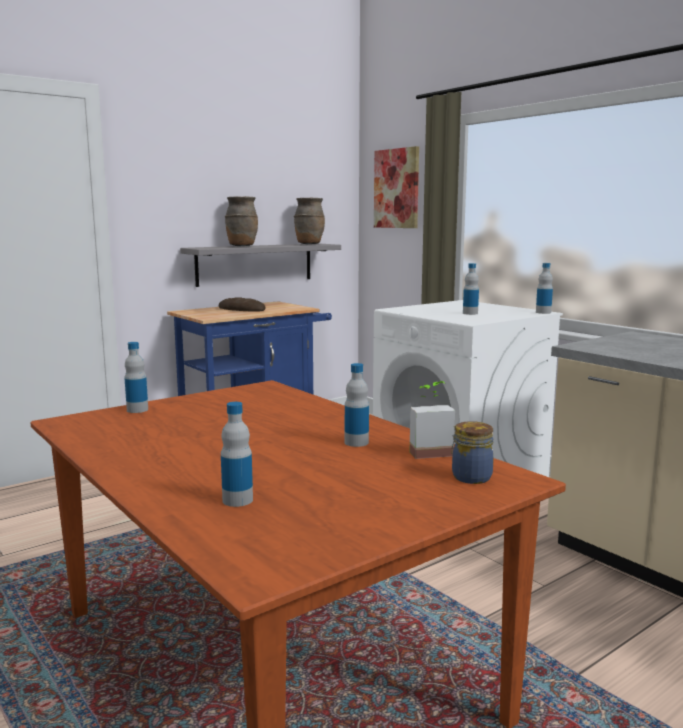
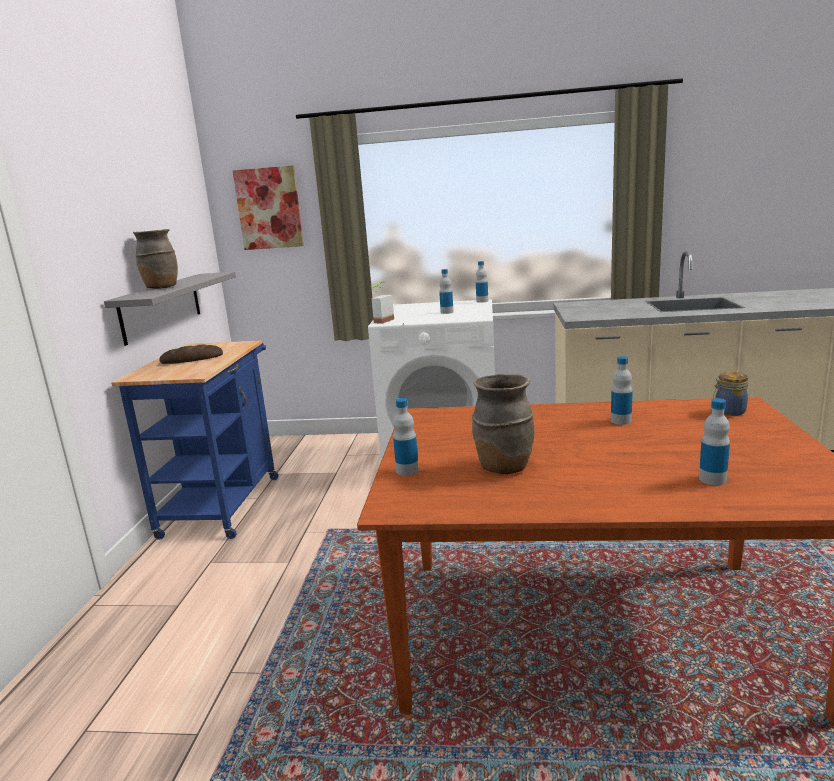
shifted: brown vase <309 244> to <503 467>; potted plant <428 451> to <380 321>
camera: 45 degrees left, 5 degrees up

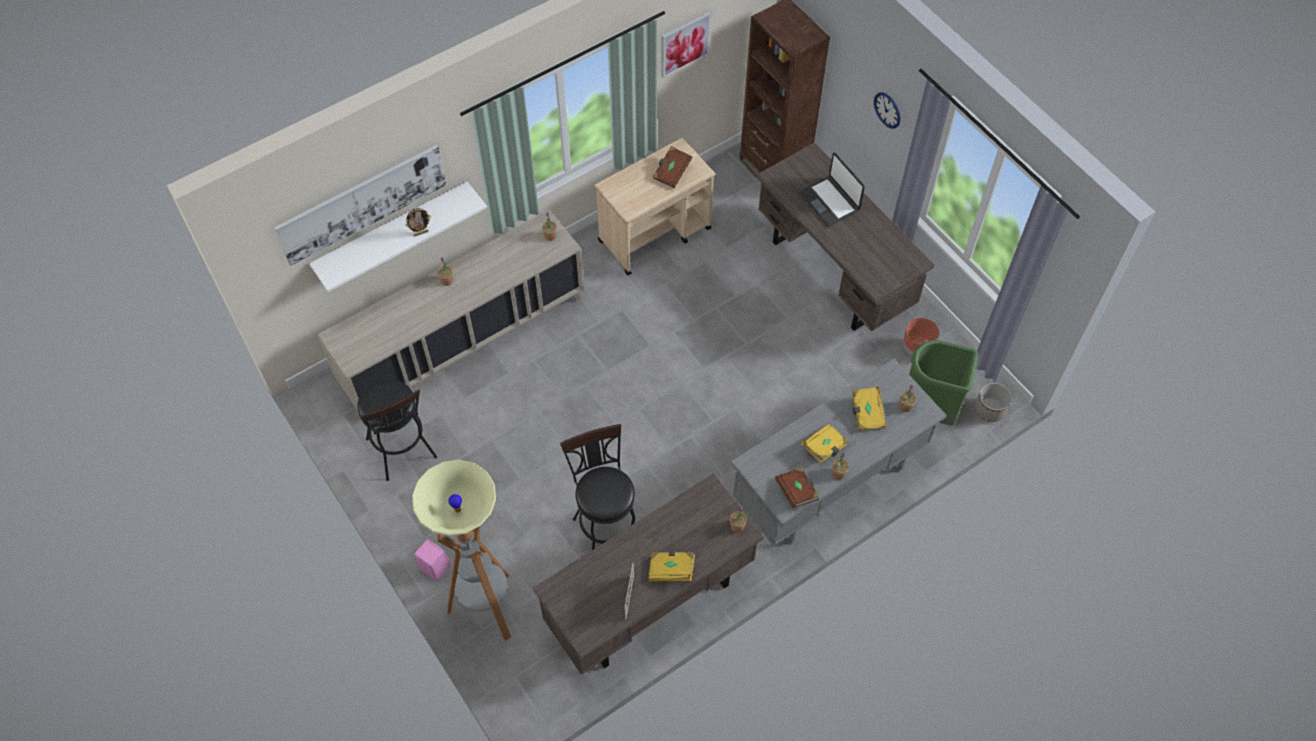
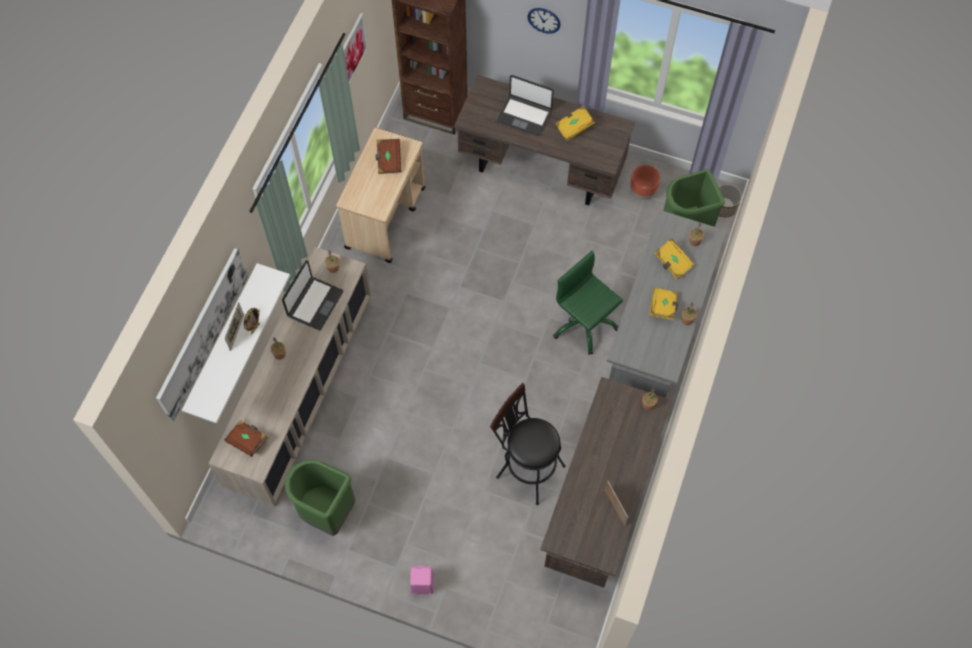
gone: floor lamp <487 607>
new: picture frame <237 332>; laptop <314 303>; green office chair <583 324>
shifted: yellow book <671 569> to <574 127>; brown book <797 491> to <247 440>
swapped: black stool <404 453> to green trash can <326 512>
camera: 35 degrees left, 5 degrees up

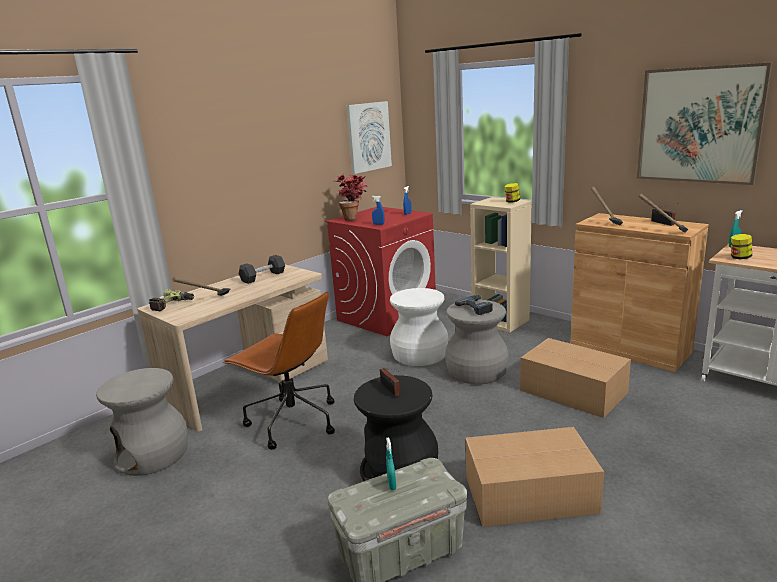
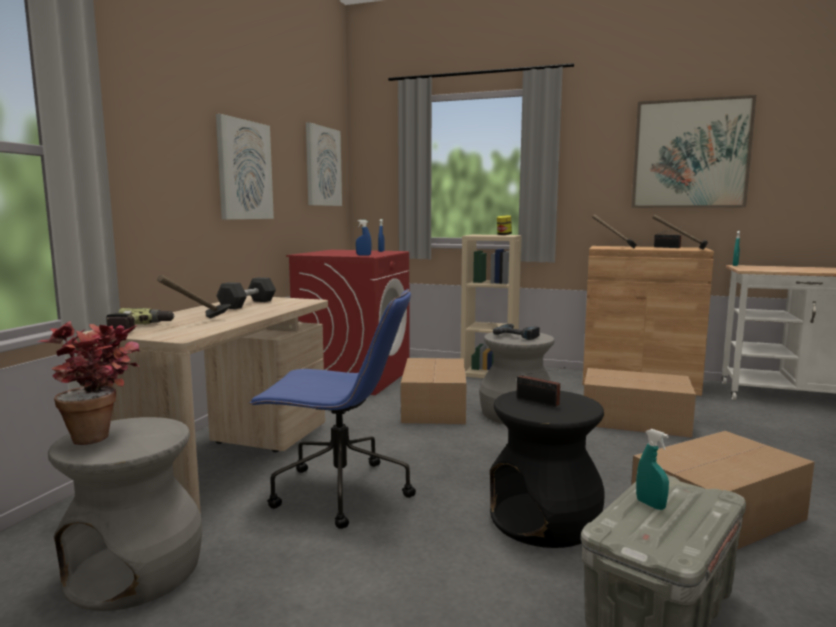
gone: jar <739 258>
new: picture <244 170>
shifted: potted plant <354 218> to <103 435>
swapped: white stool <419 355> to cardboard box <433 407>
repainted: brown office chair <291 421> to blue office chair <338 492>
camera: 25 degrees left, 10 degrees down

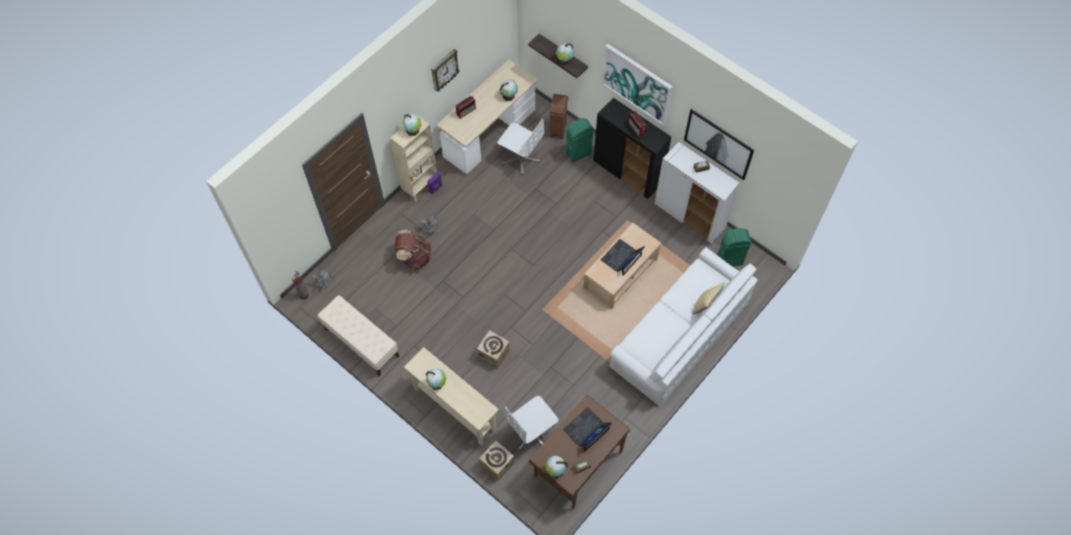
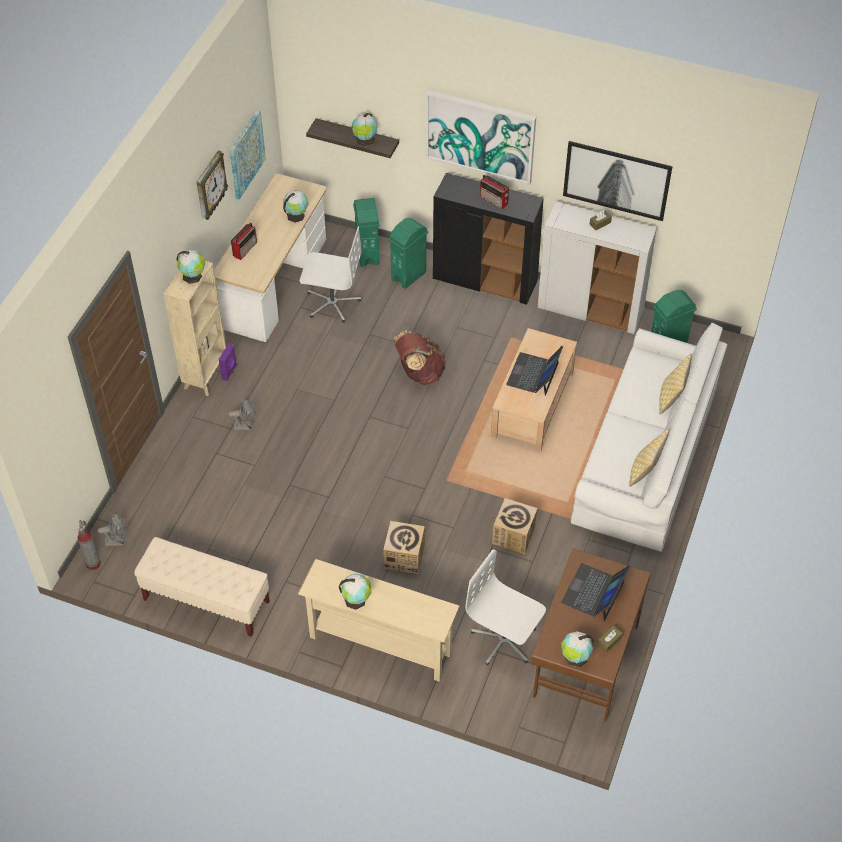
new: picture <246 154>; pillow <645 471>
shifted: brown backpack <414 257> to <419 372>; cardboard box <497 464> to <513 535>
repainted: brown trash can <558 129> to green trash can <368 254>
rotated: white office chair <532 432> = <504 640> 90 degrees clockwise
camera: 20 degrees left, 10 degrees down

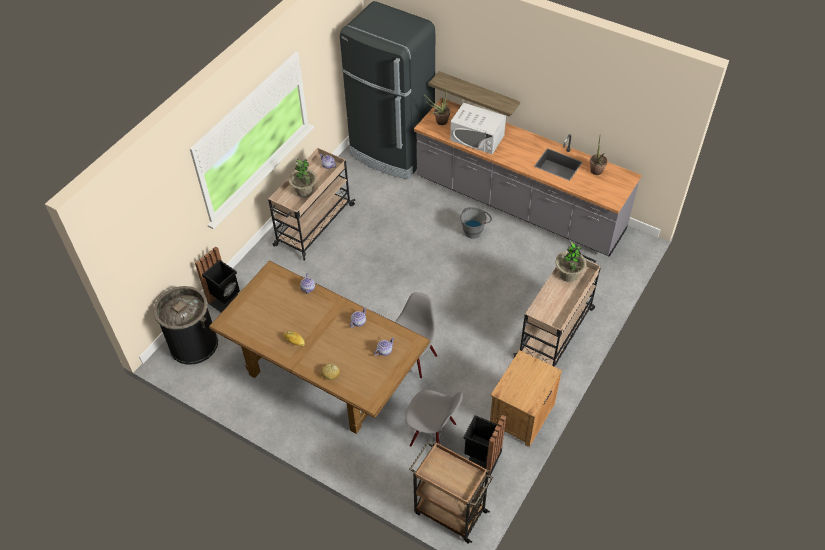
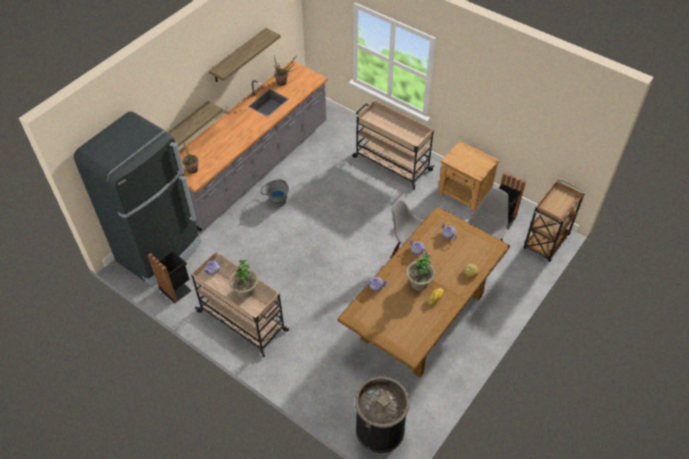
gone: white microwave <477 138>
new: shelf <238 56>
shifted: black trash can <226 300> to <176 288>; potted plant <568 275> to <419 283>
camera: 85 degrees left, 0 degrees up

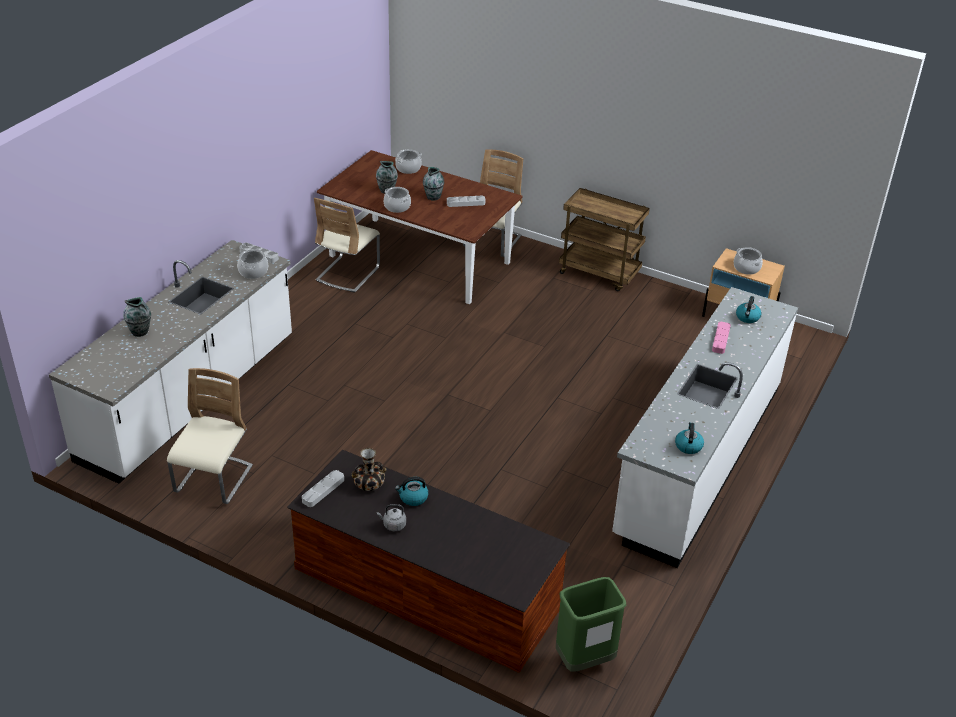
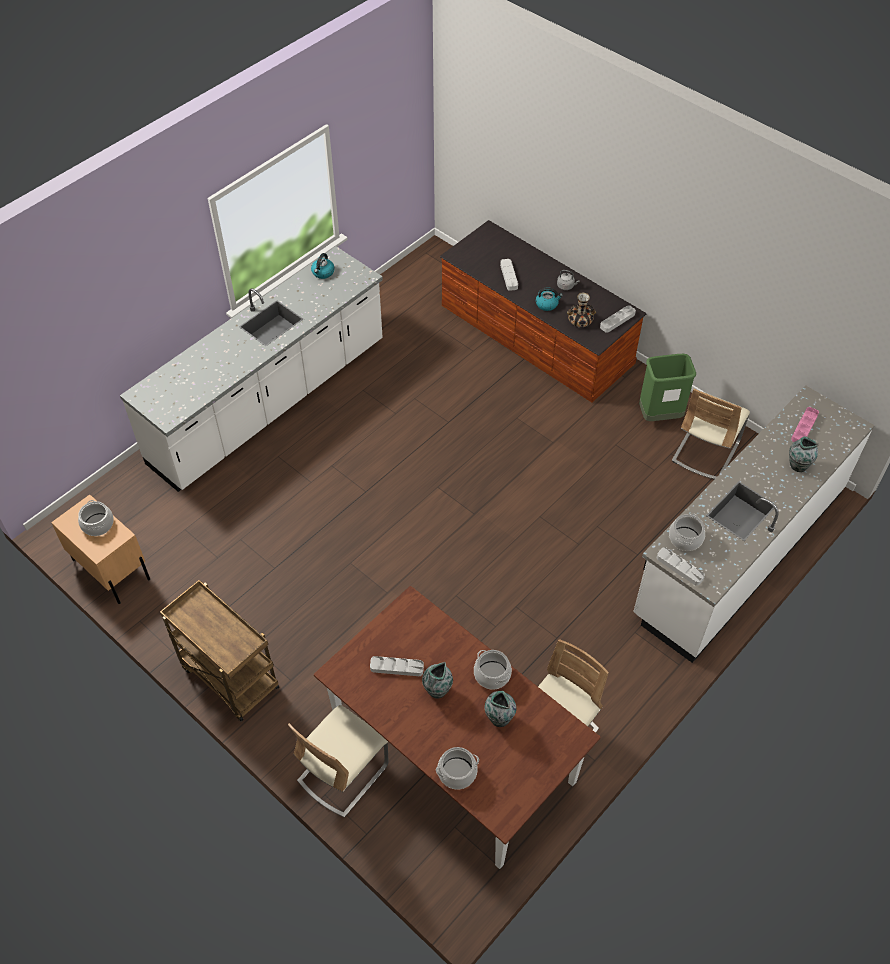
gone: kettle <747 317>
new: grey tray <509 276>
shifted: green trash can <584 660> to <660 415>; pink tray <720 339> to <804 427>
camera: 165 degrees left, 15 degrees up

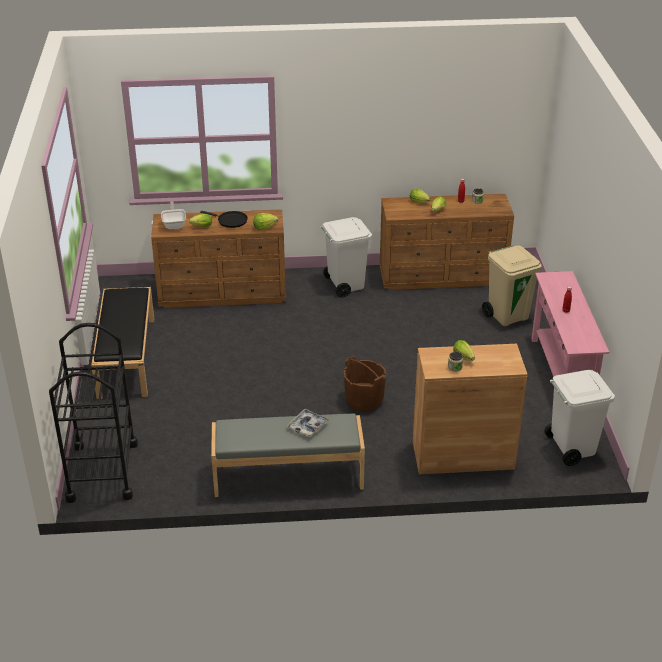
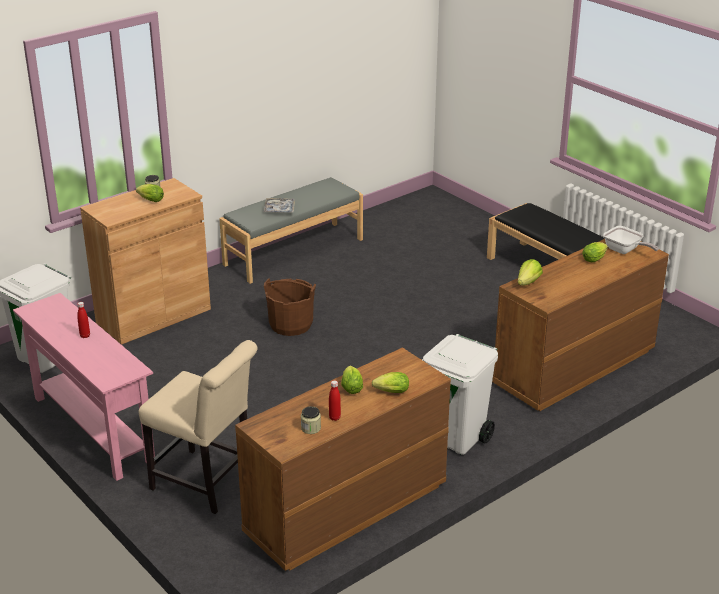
gone: black cart <102 471>; black frying pan <230 221>
swapped: beige trash can <508 316> to beige chair <207 483>
camera: 145 degrees right, 5 degrees down

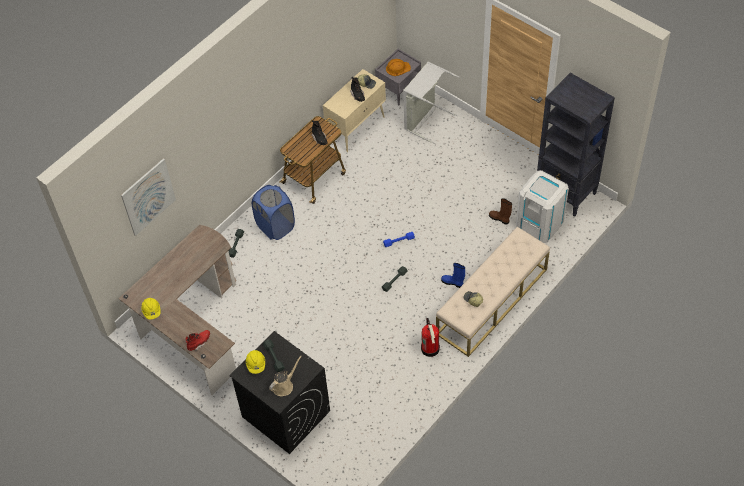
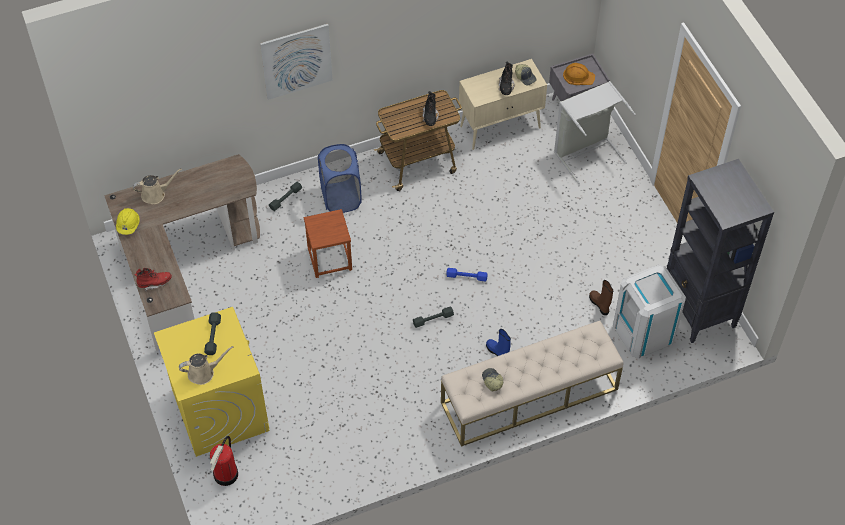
gone: yellow hard hat <256 364>
new: beige watering can <155 194>; brown stool <330 259>
shifted: picture <148 197> to <296 61>; fire extinguisher <430 348> to <226 475>
repainted: black washing machine <285 413> to yellow washing machine <220 410>
camera: 25 degrees right, 0 degrees up

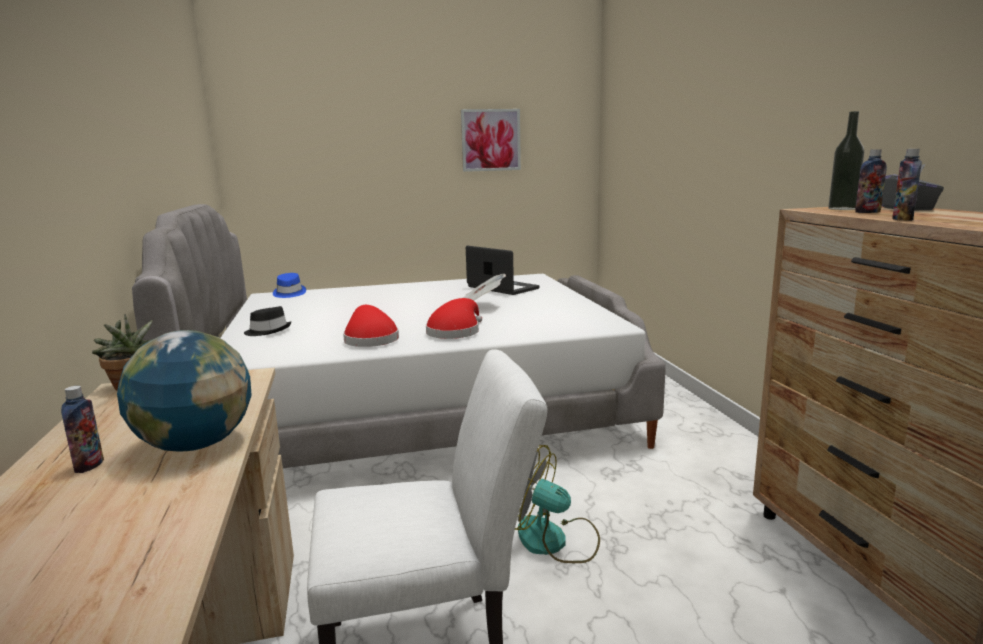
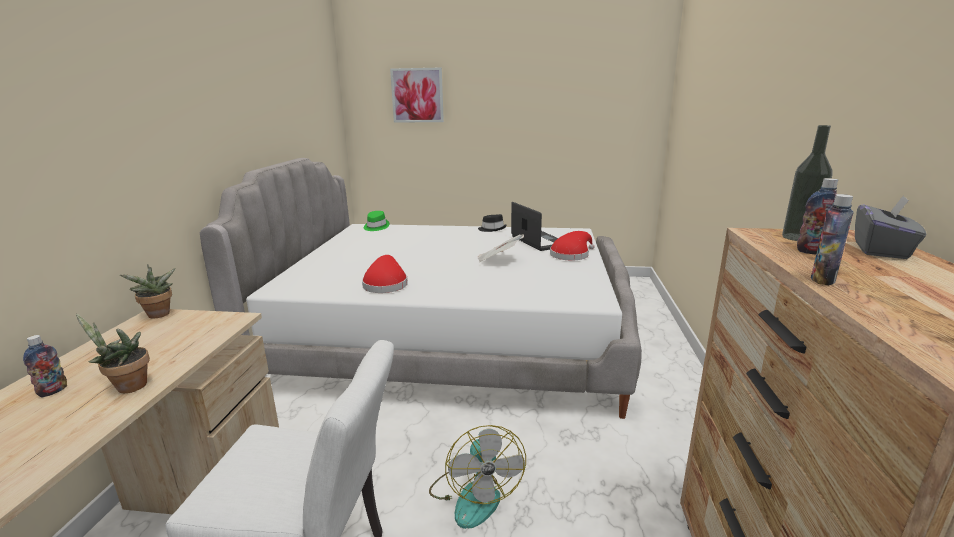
shifted: black hat <268 331> to <492 229>; red hat <455 332> to <571 255>; picture <490 140> to <417 95>
swapped: globe <196 445> to potted plant <127 387>
repainted: blue hat <289 293> to green hat <375 227>
rotated: fan <553 541> = <474 494> 150 degrees counterclockwise
camera: 20 degrees right, 5 degrees up

